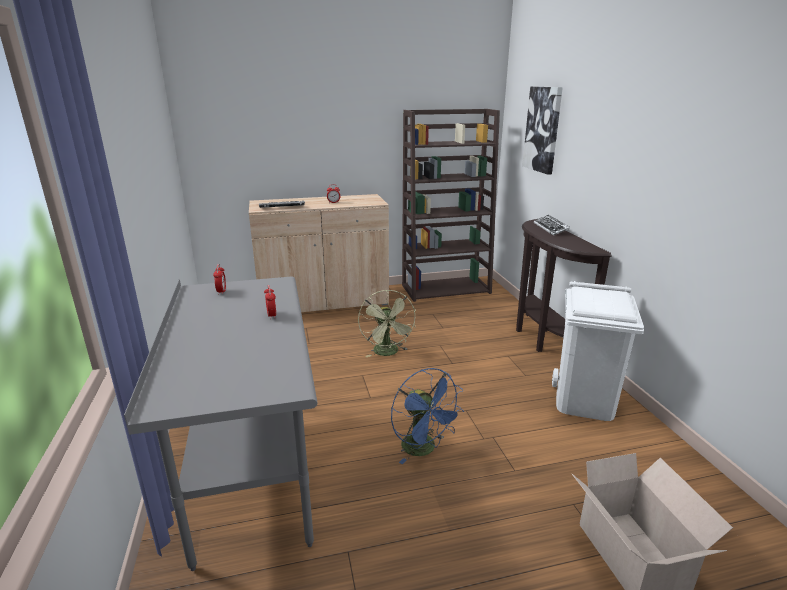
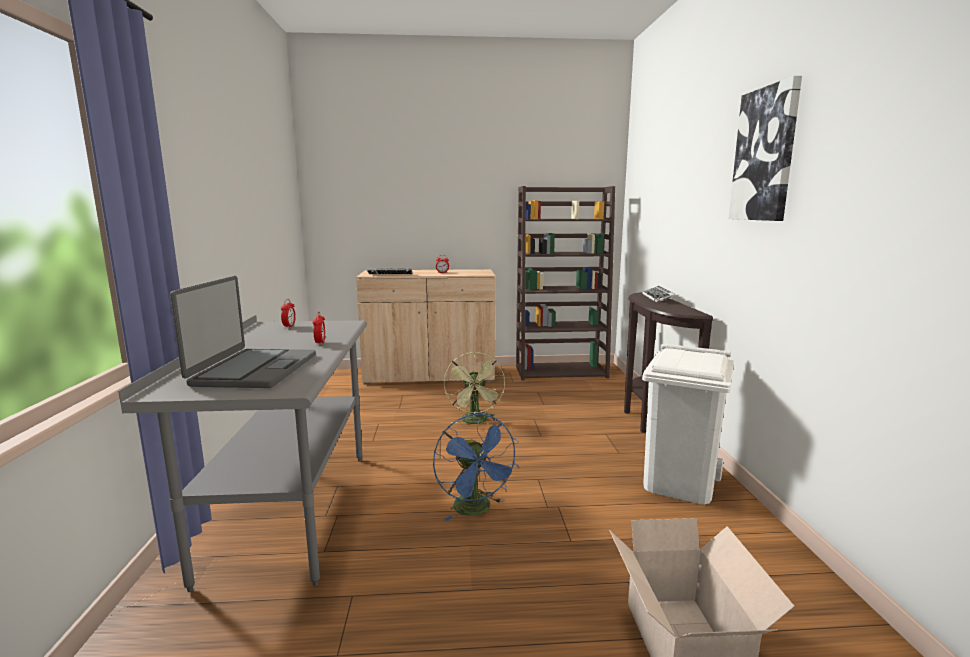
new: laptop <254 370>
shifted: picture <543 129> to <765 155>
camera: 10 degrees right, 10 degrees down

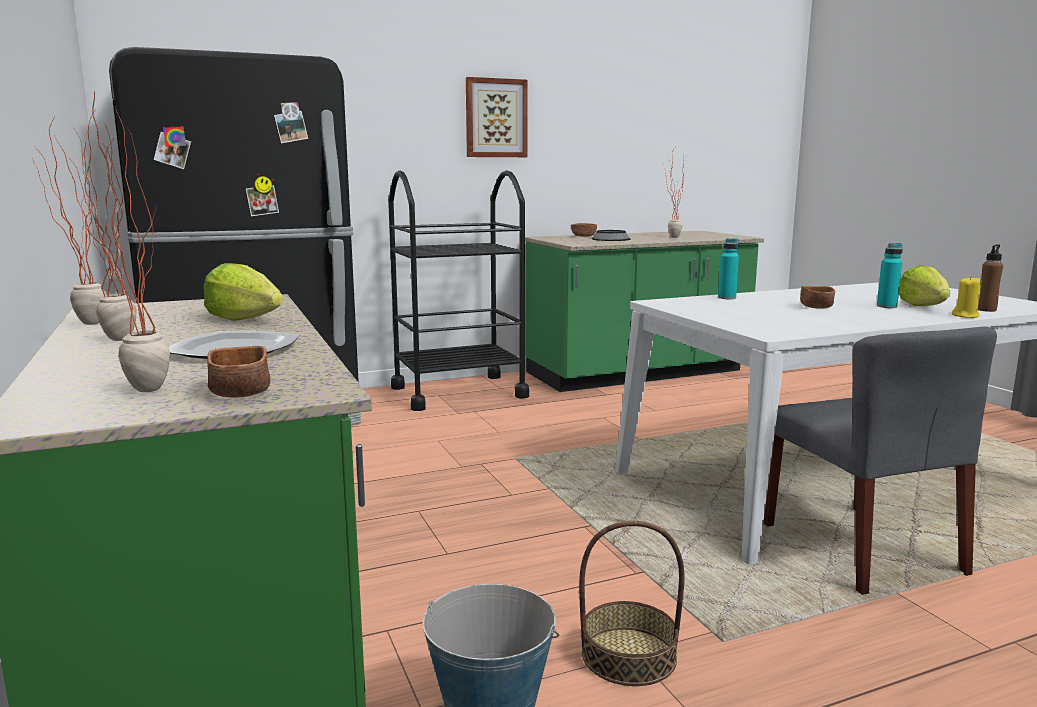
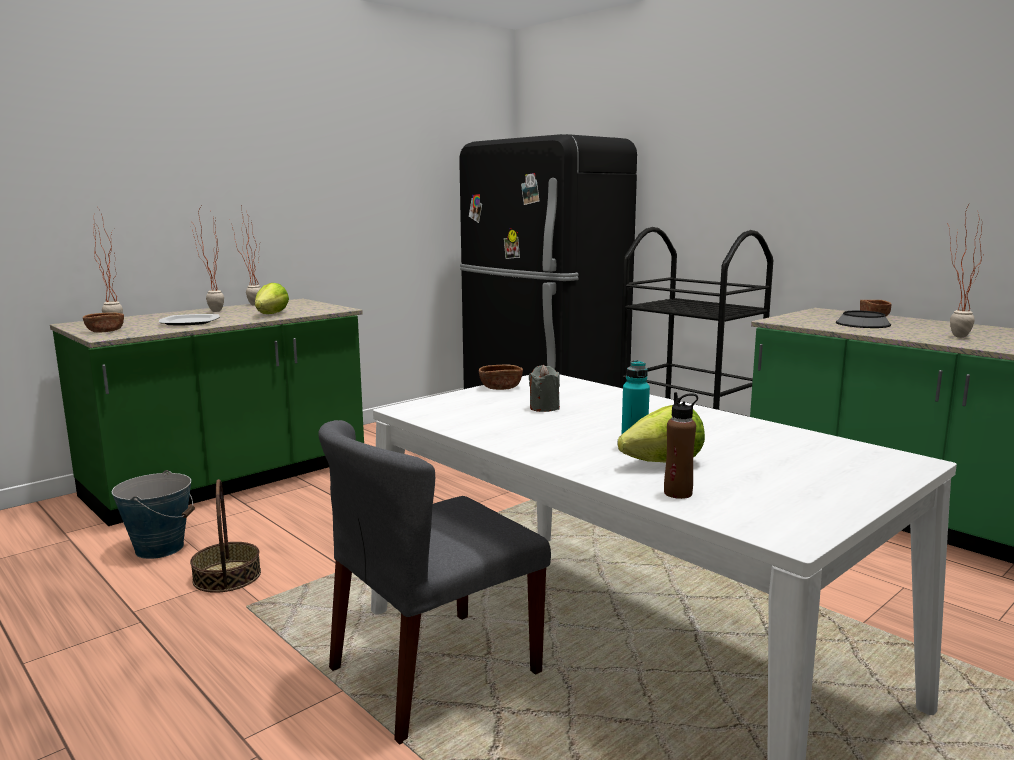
gone: picture <496 118>; turquoise bottle <726 298>; yellow candle <965 316>
new: grey candle <544 408>
shifted: brown bowl <816 307> to <500 387>
camera: 70 degrees right, 0 degrees up

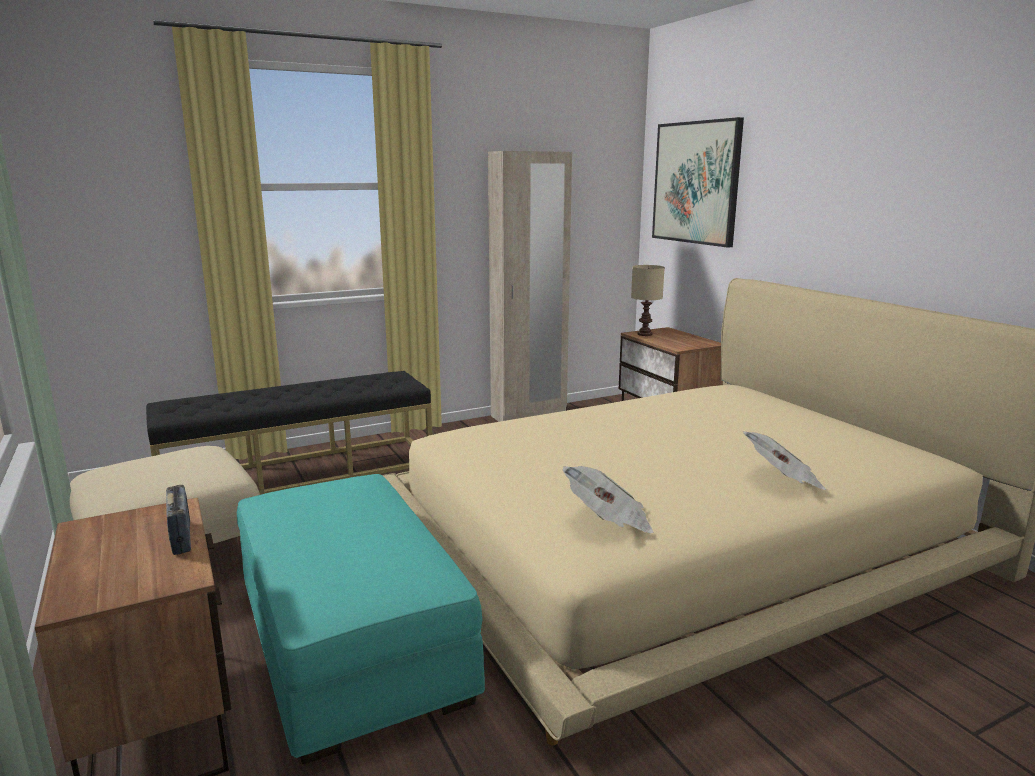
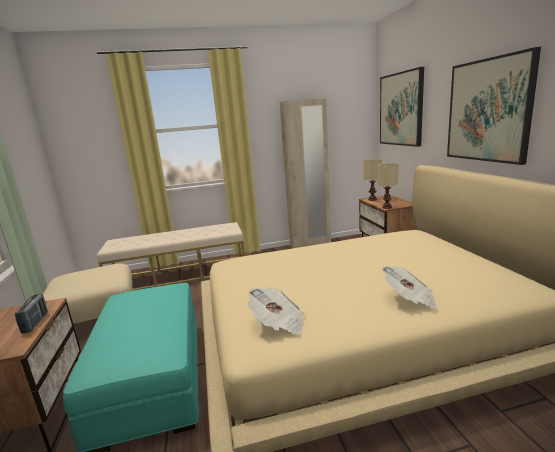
new: beige table lamp <387 207>; picture <488 110>
repainted: black bench <300 472> to beige bench <180 275>
camera: 15 degrees right, 0 degrees up

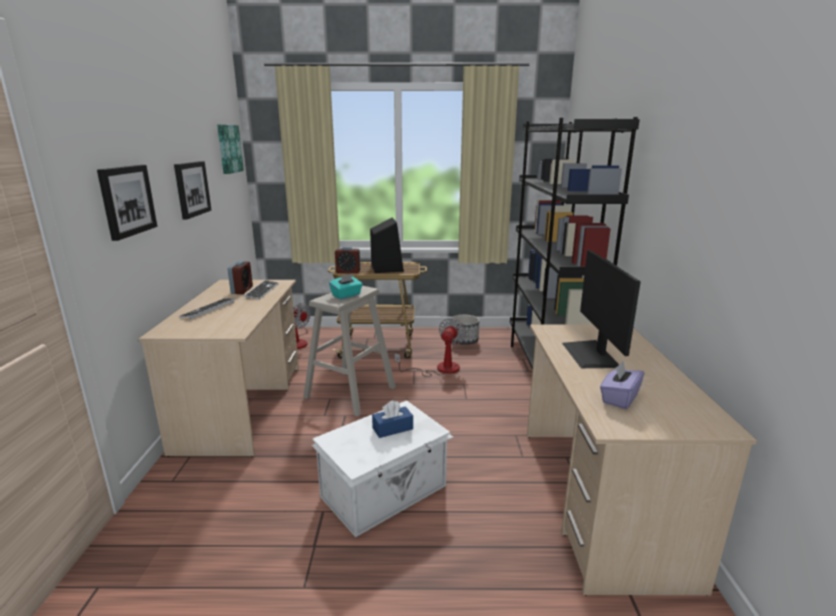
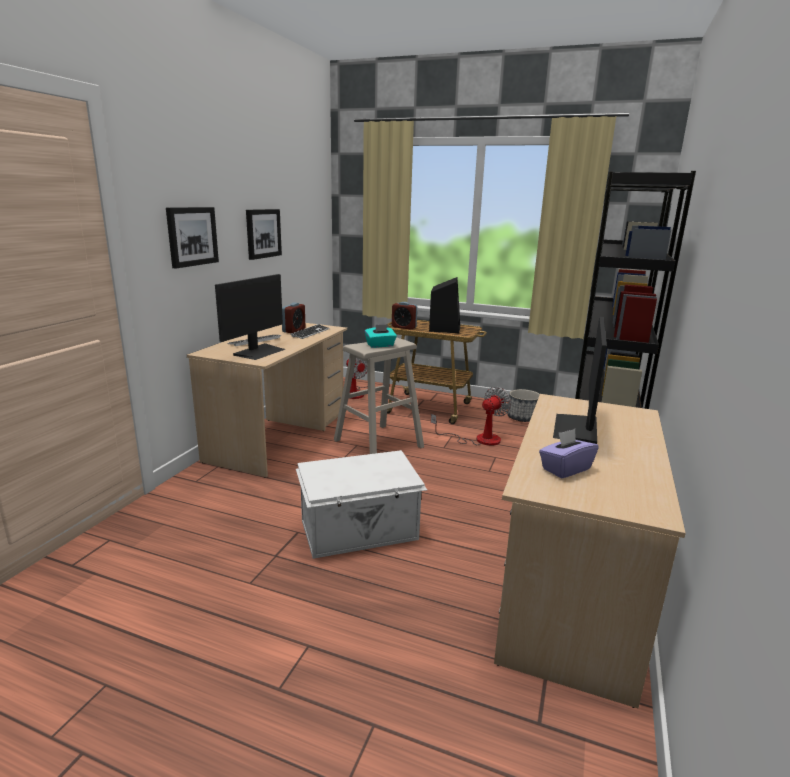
gone: picture <228 149>; blue tissue box <392 428>
new: monitor <259 351>
camera: 20 degrees right, 0 degrees up

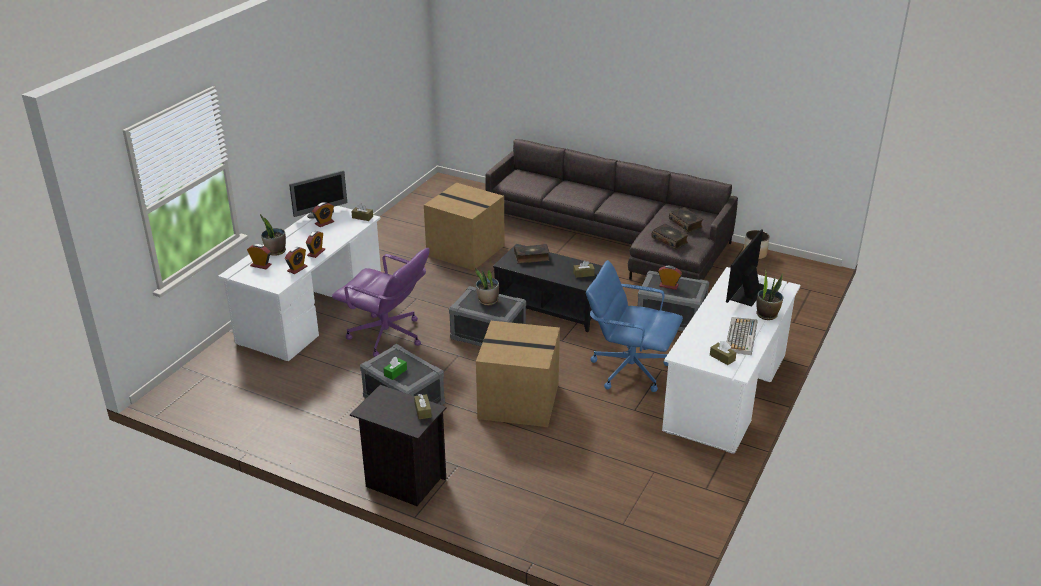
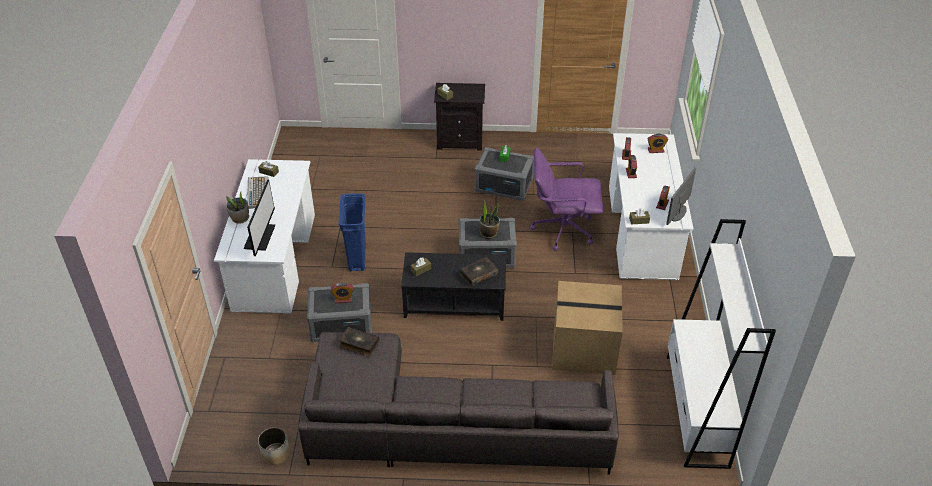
gone: potted plant <275 251>; cardboard box <517 401>; book <686 223>
new: white bookcase <696 410>
swapped: blue office chair <629 369> to blue trash can <357 258>
camera: 155 degrees right, 10 degrees up

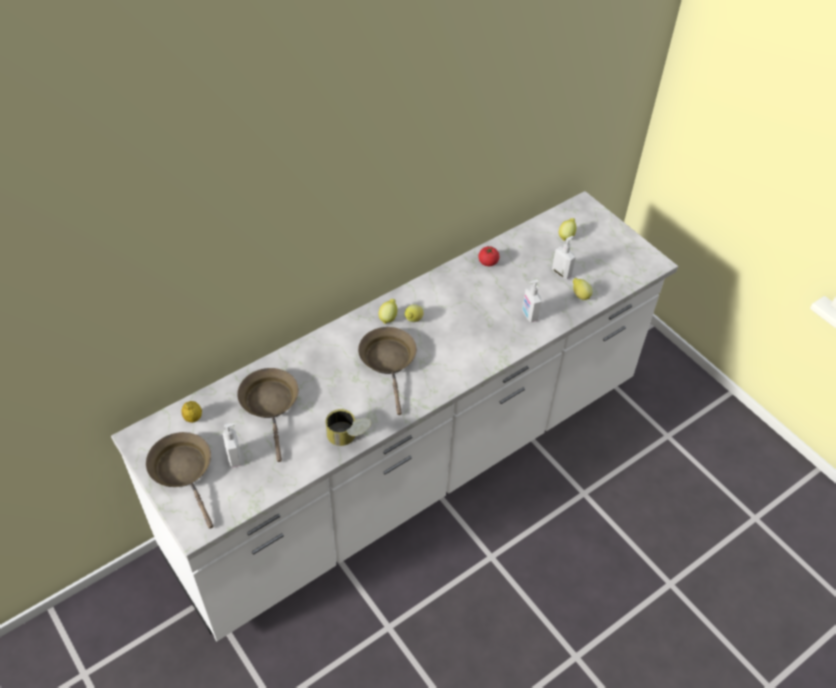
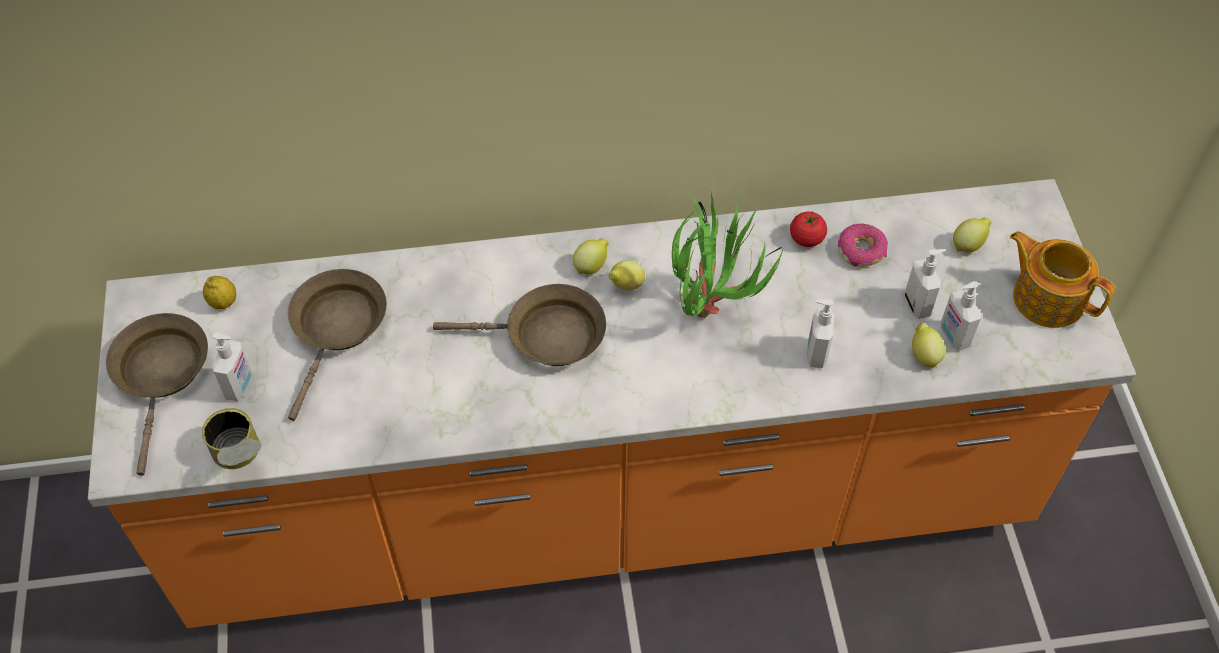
new: potted plant <712 302>; donut <861 251>; soap dispenser <953 336>; teapot <1047 297>
shifted: can <348 438> to <240 459>
repainted: white counter <413 468> to orange counter <609 508>
rotated: brown frying pan <389 361> = <547 336> 75 degrees clockwise
camera: 30 degrees right, 5 degrees up

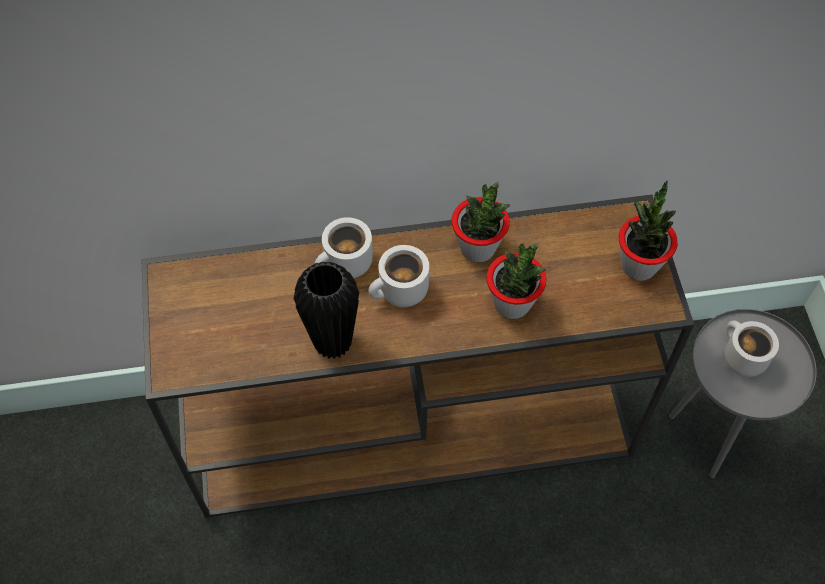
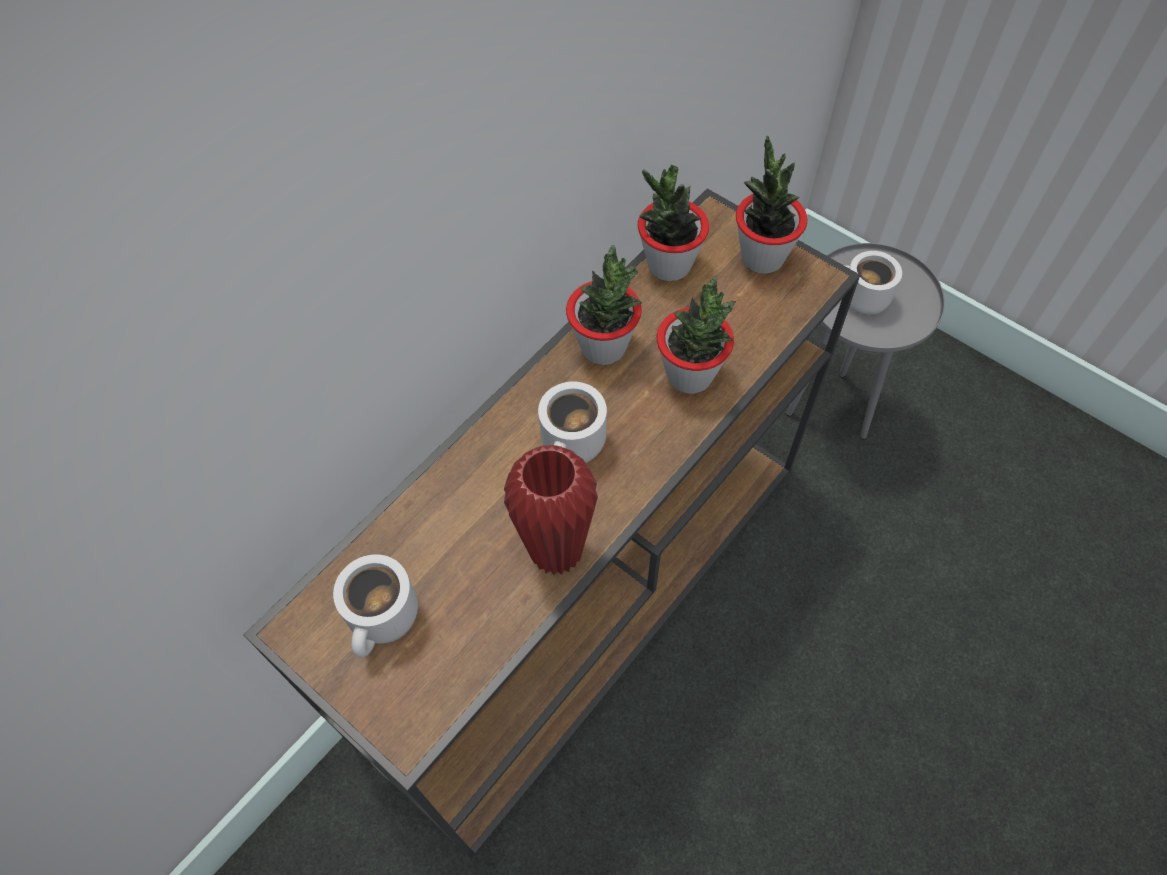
new: potted plant <669 265>
shifted: white mug <346 266> to <385 620>
repainted: black vase <332 342> to red vase <556 551>
camera: 40 degrees left, 0 degrees up

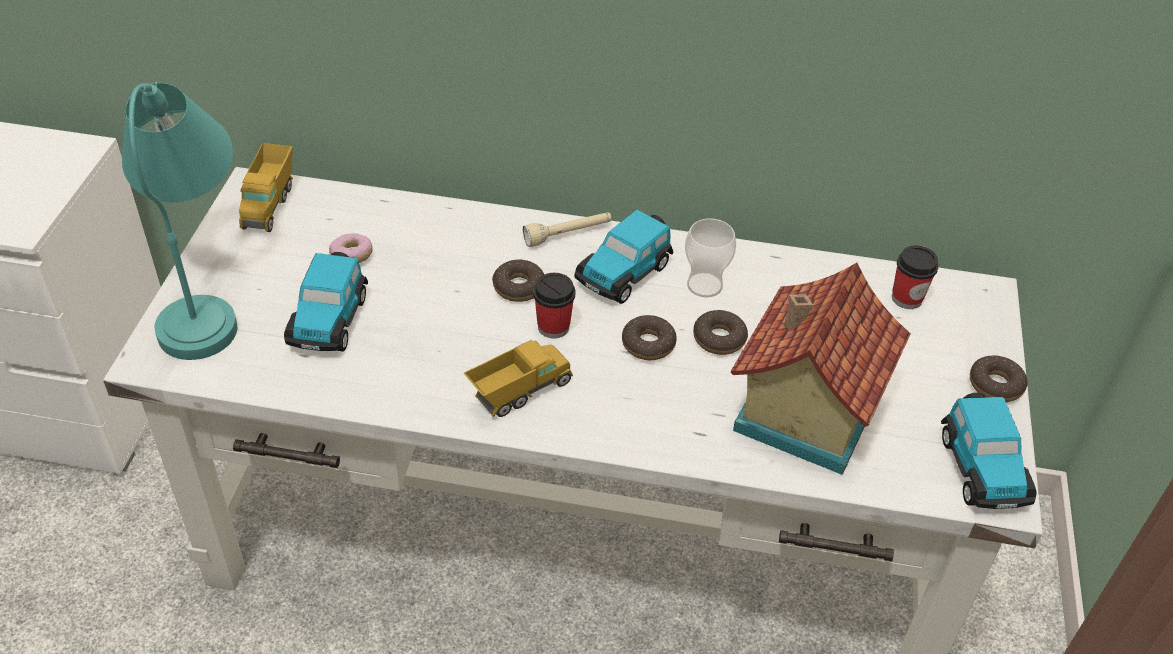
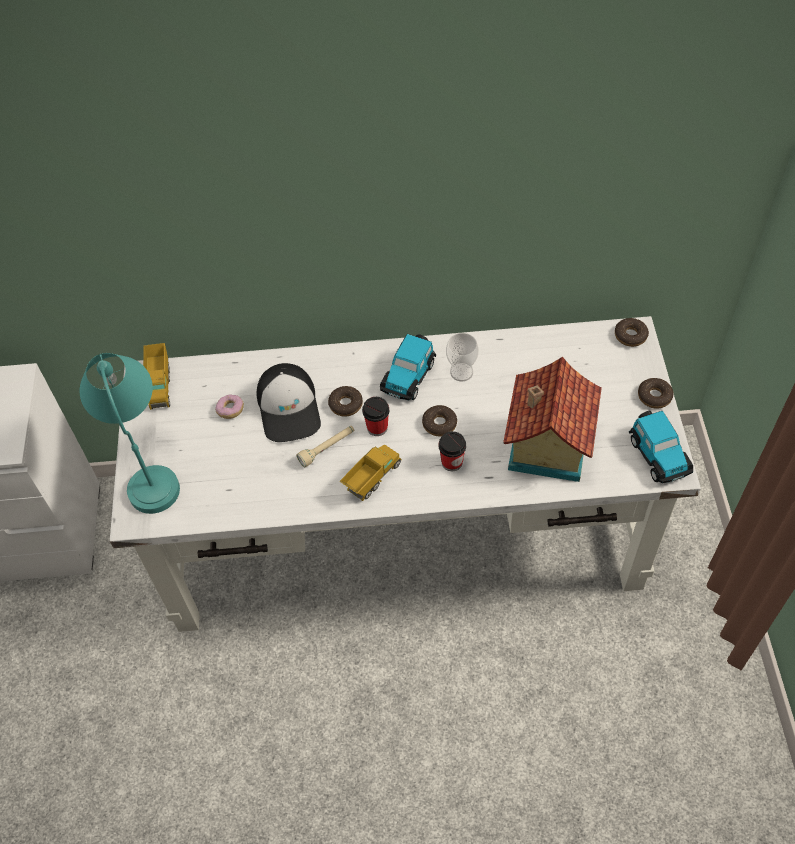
gone: toy car <329 319>
new: cap <289 408>
shifted: beige flashlight <568 235> to <327 448>; donut <719 338> to <630 335>; cup <906 298> to <452 462>
camera: 10 degrees left, 10 degrees up

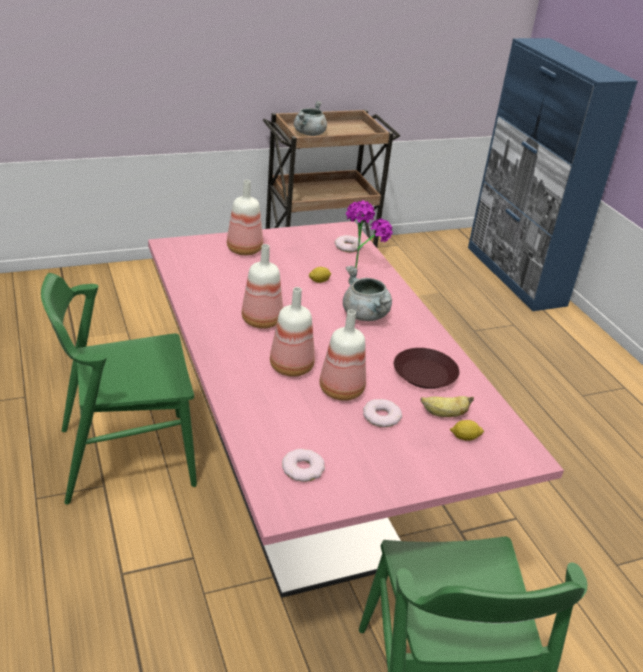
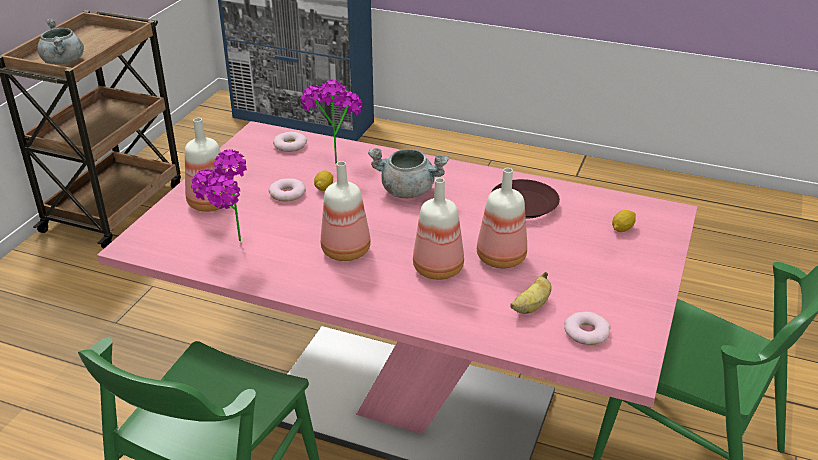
new: potted plant <229 245>
shifted: donut <381 416> to <287 193>; banana <444 414> to <531 307>
camera: 45 degrees left, 0 degrees up

